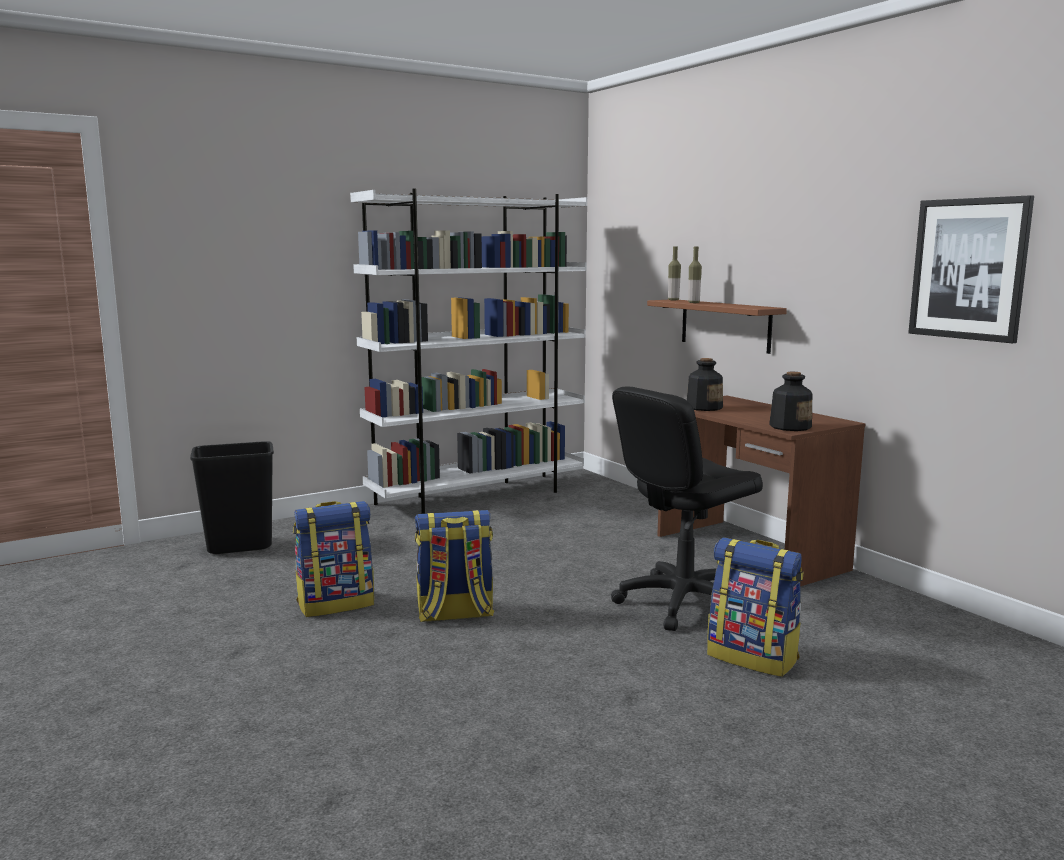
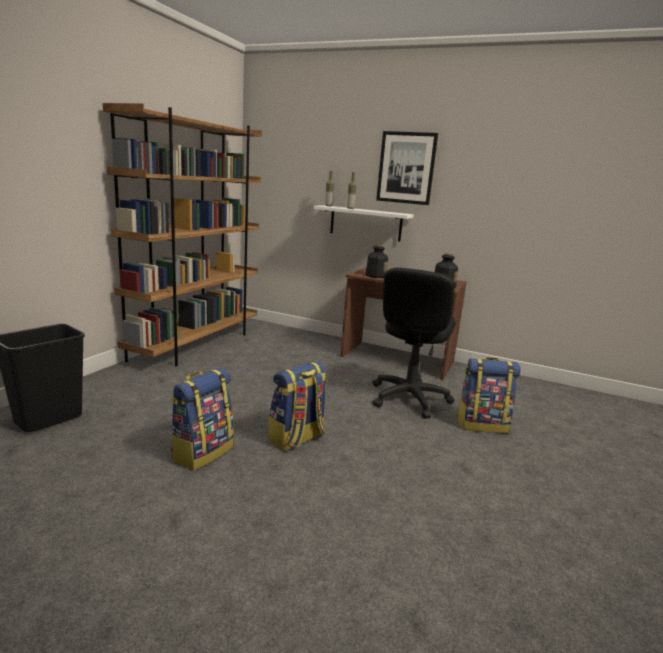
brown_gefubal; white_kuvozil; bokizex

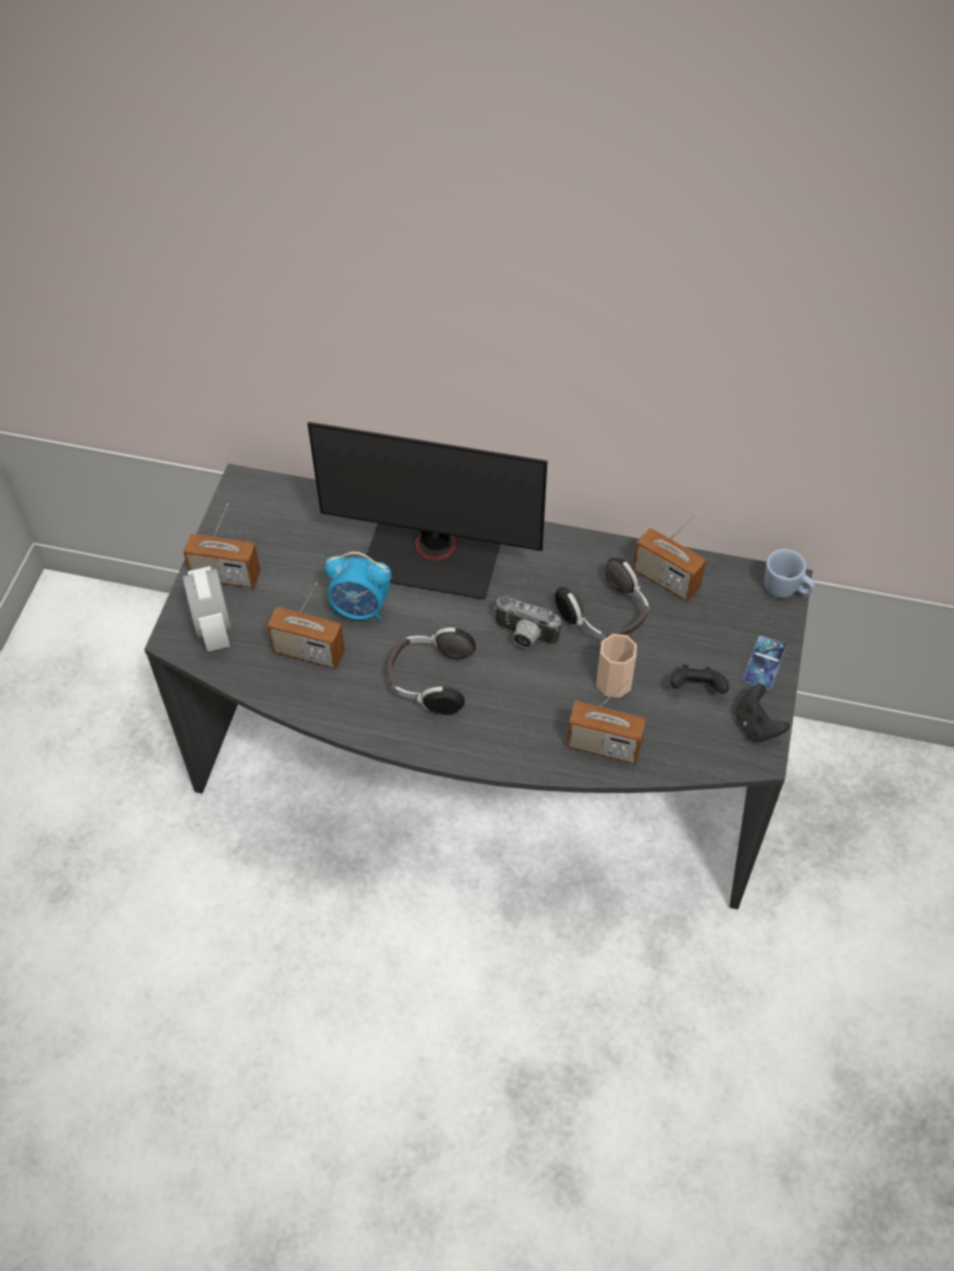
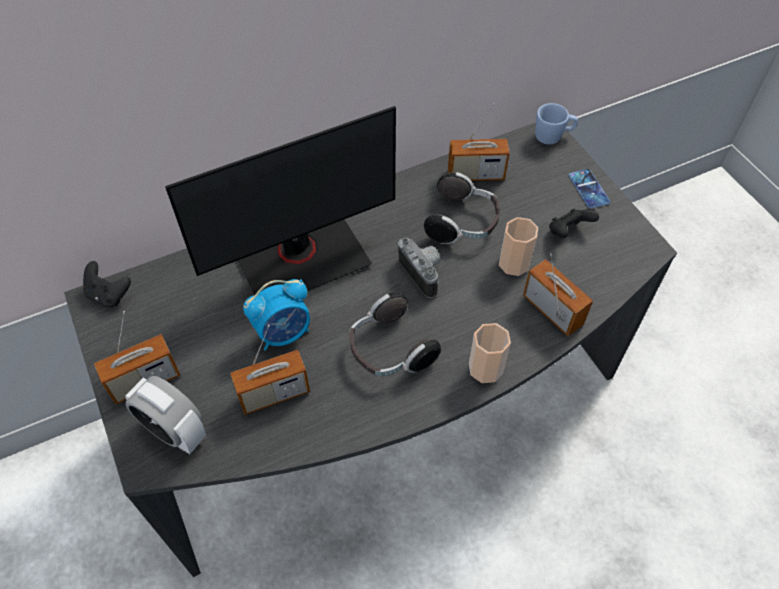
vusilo; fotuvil (4th from left); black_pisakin (1st from left); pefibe (1st from left)

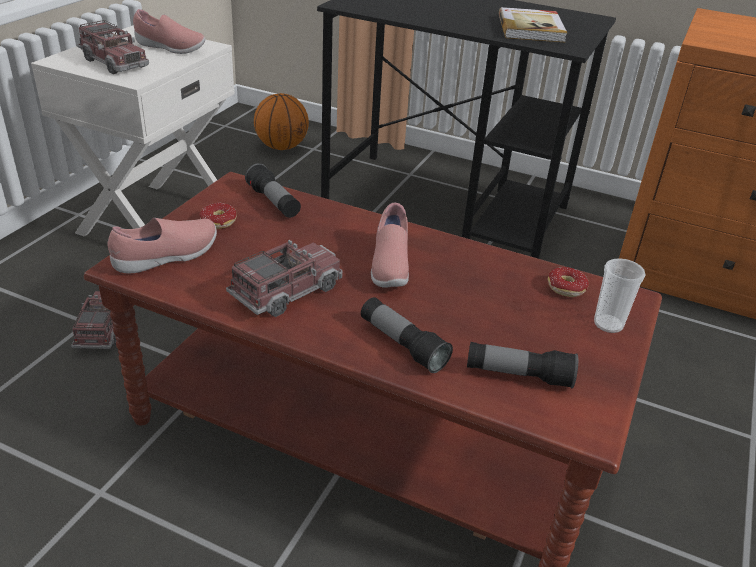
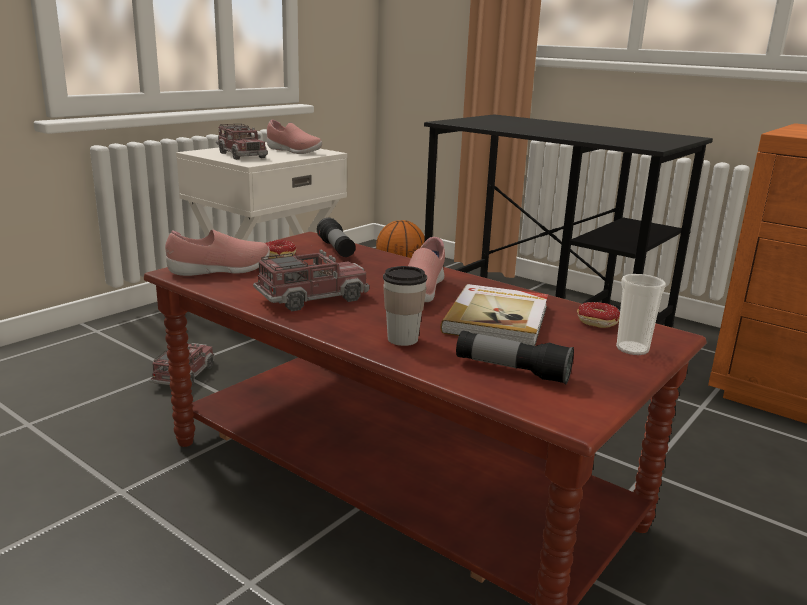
pefibe (1st from left); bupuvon

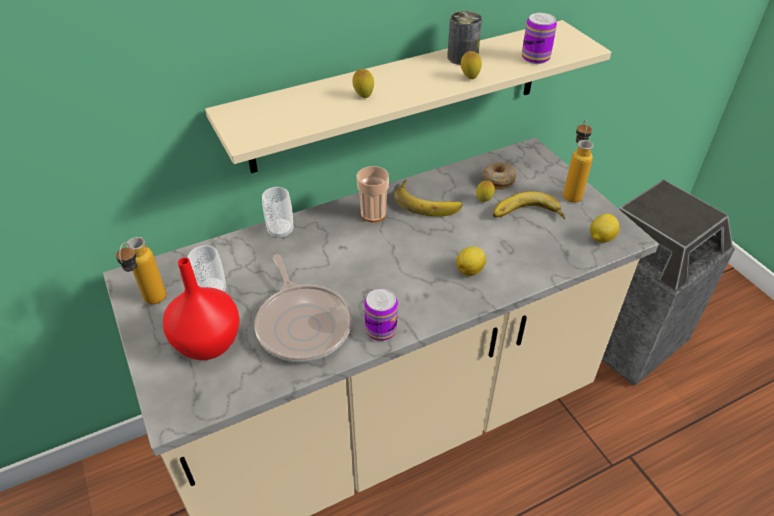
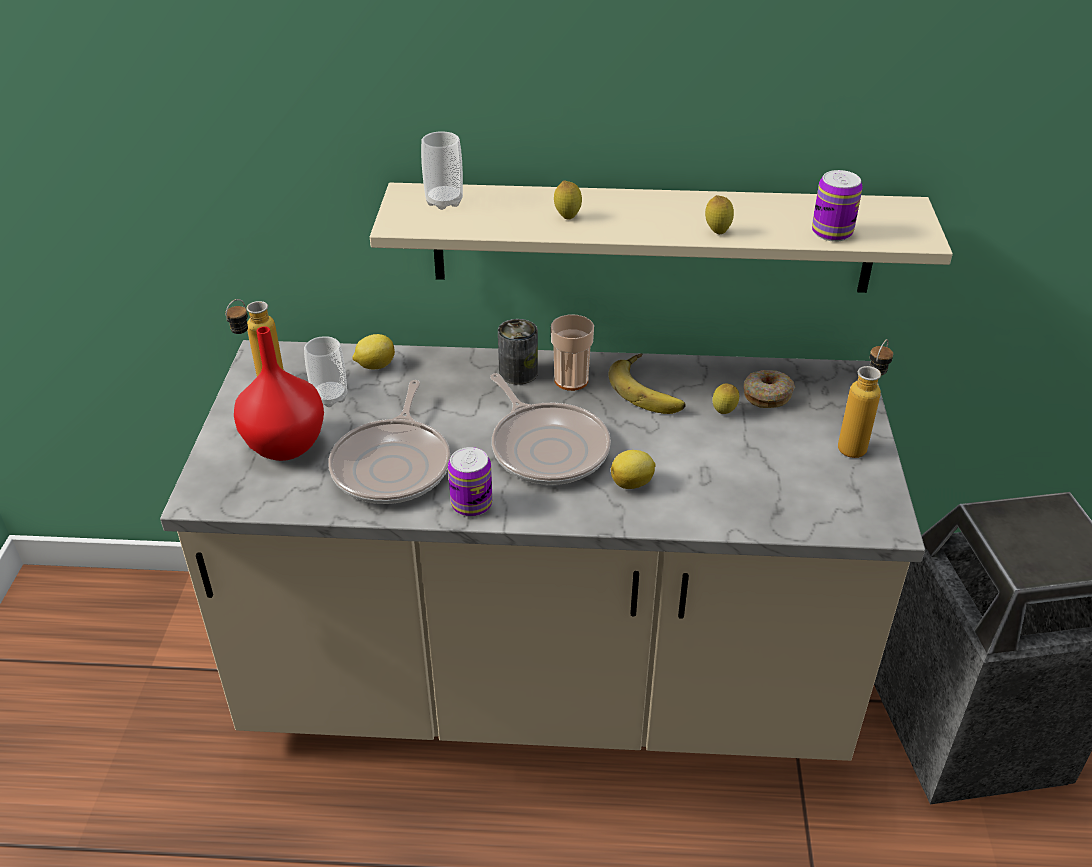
pefibe (2nd from left); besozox (2nd from left); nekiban (2nd from left in the first image); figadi (1st from left); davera (2nd from left)

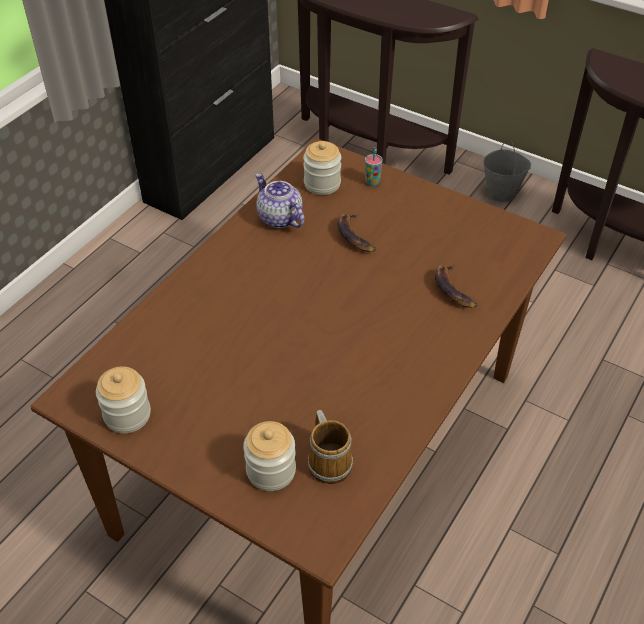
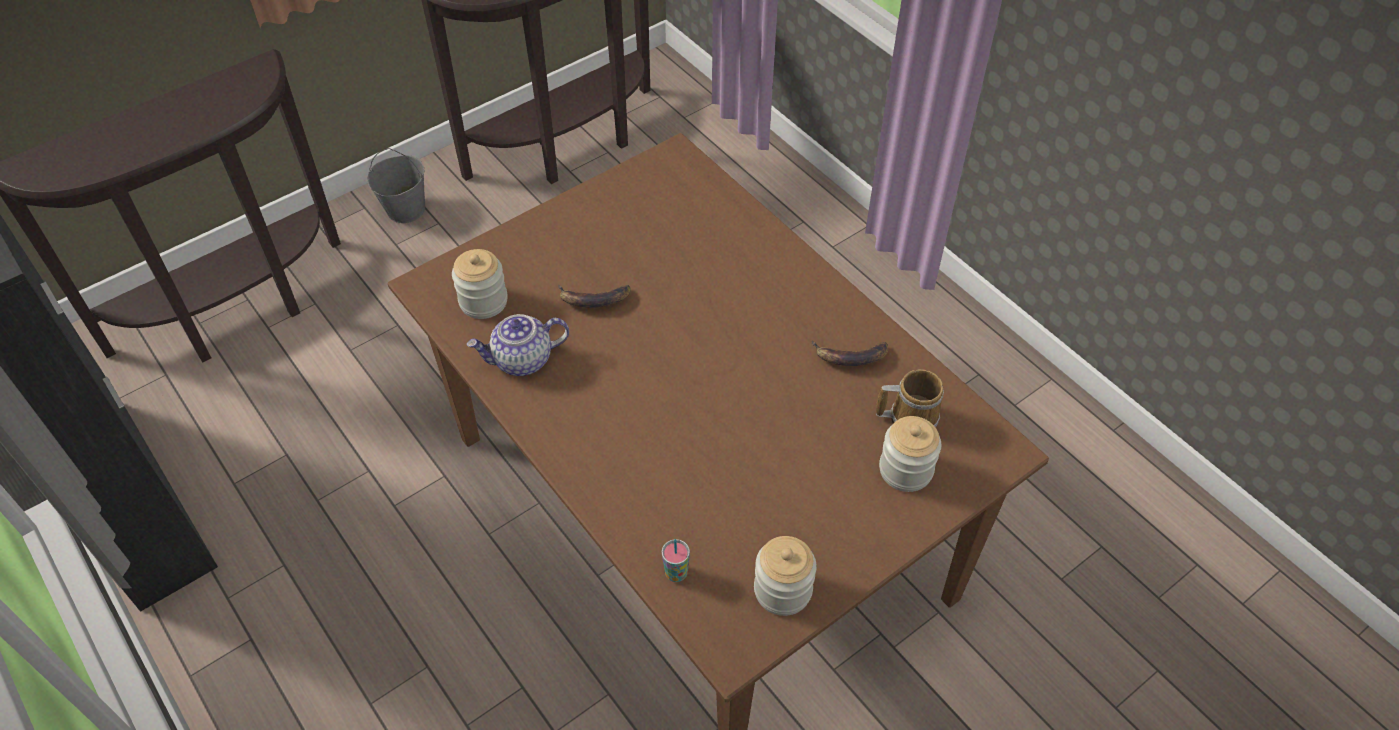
pefibe; nekiban (2nd from left)

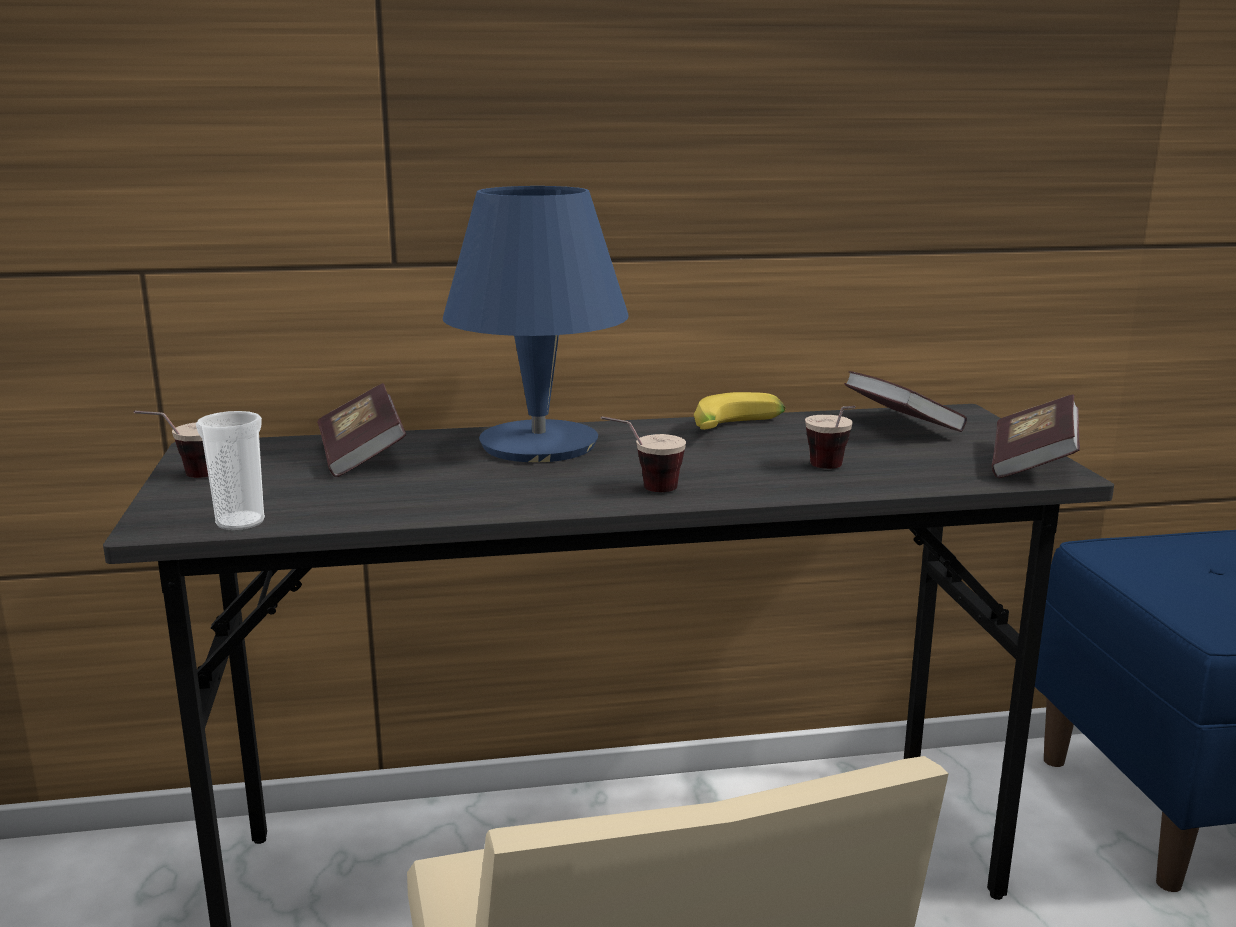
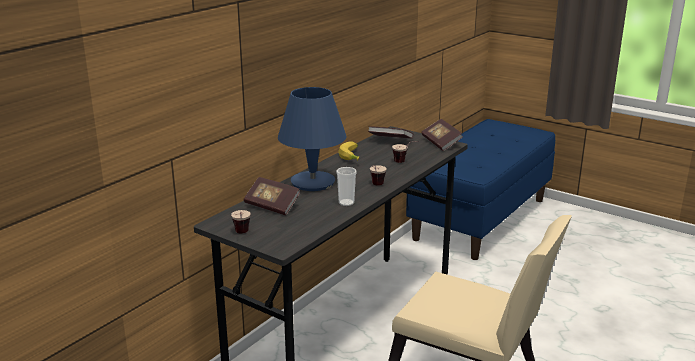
pefibe (2nd from left)

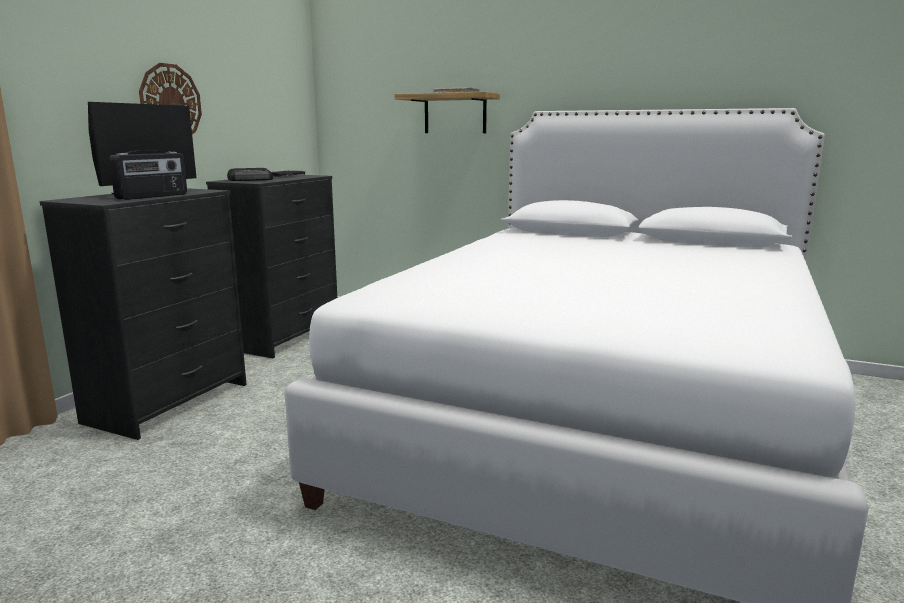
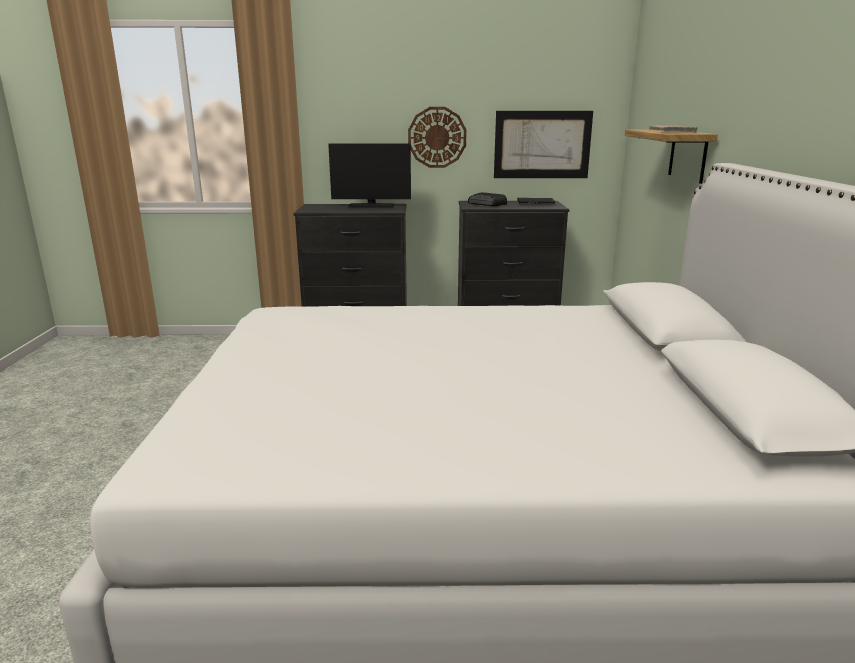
fotuvil (1st from left in the first image); bokizex

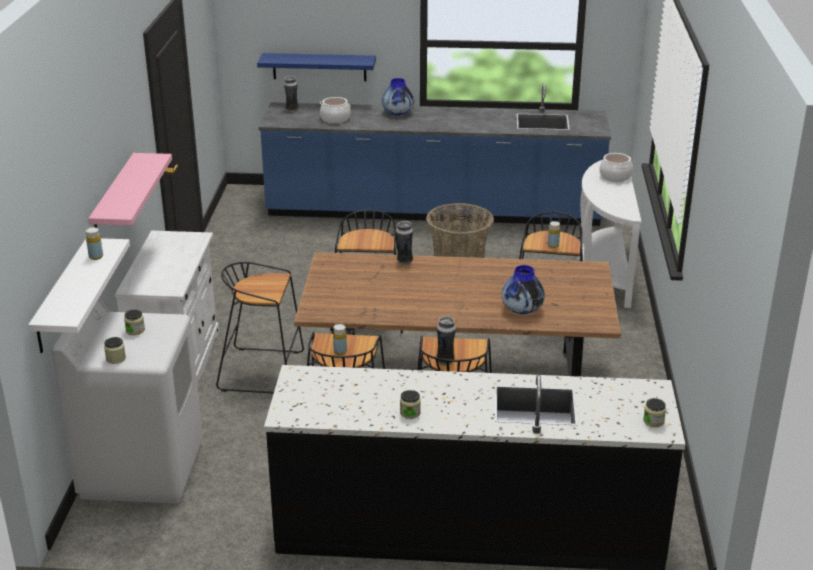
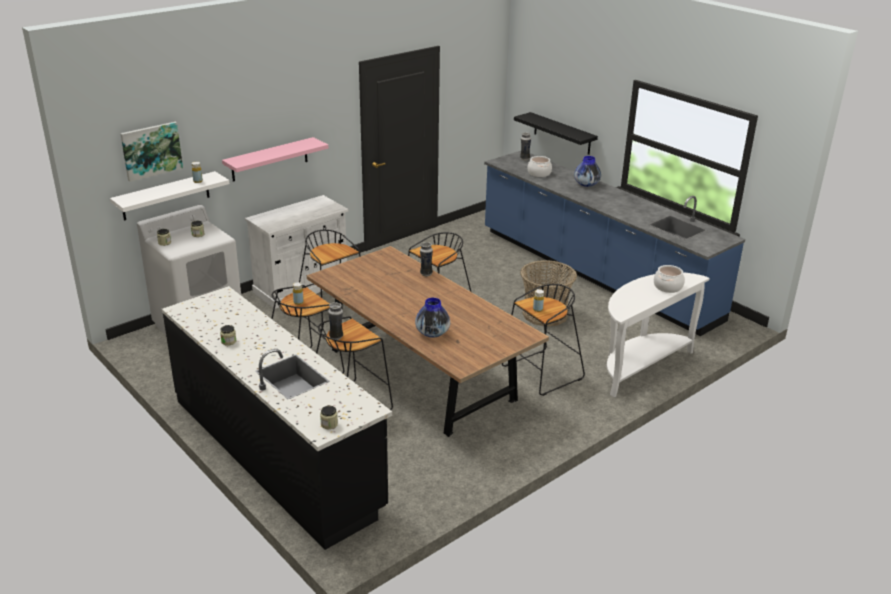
black_kuvozil; bokizex

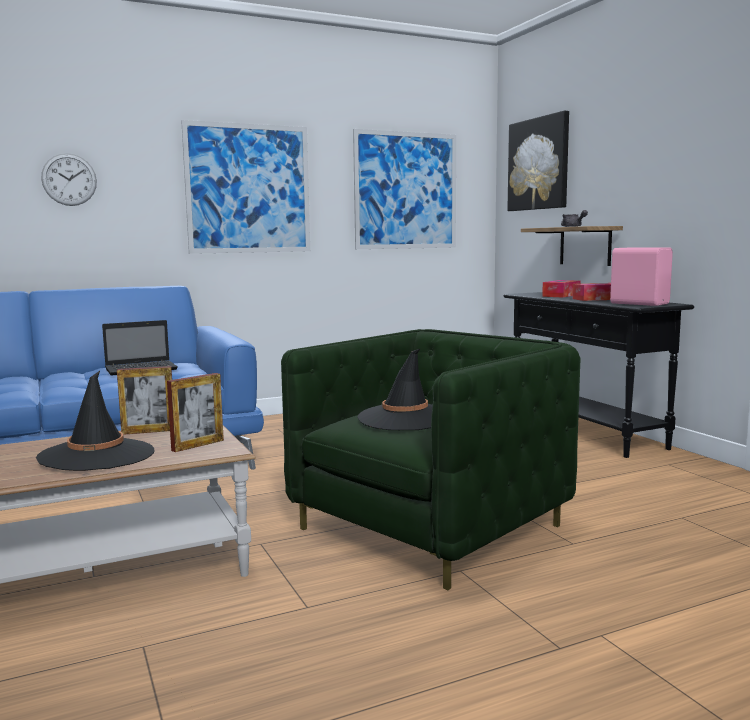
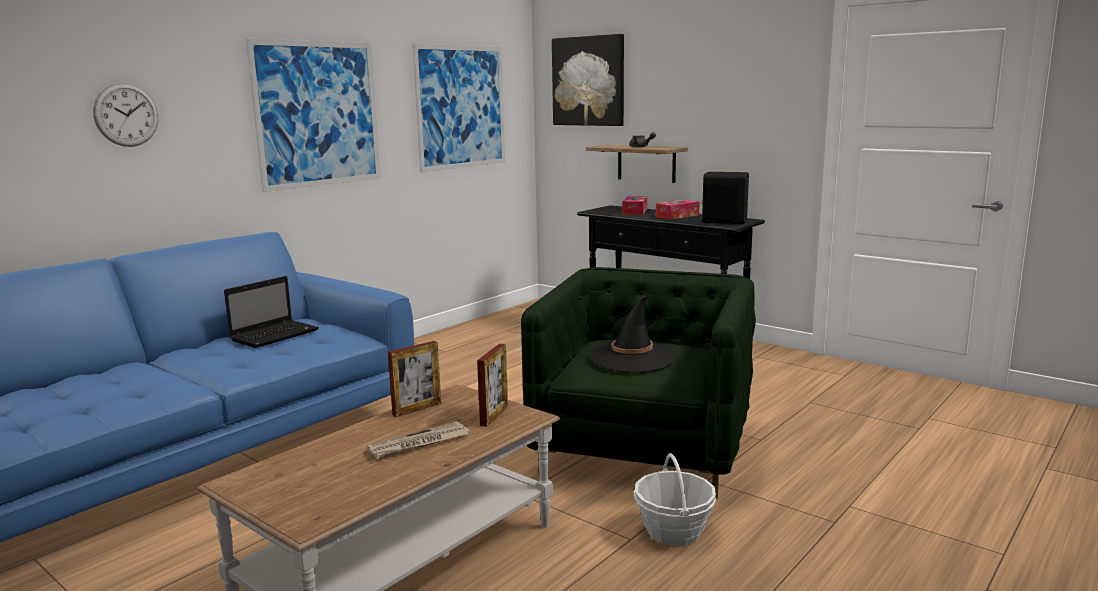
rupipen; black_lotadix; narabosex

